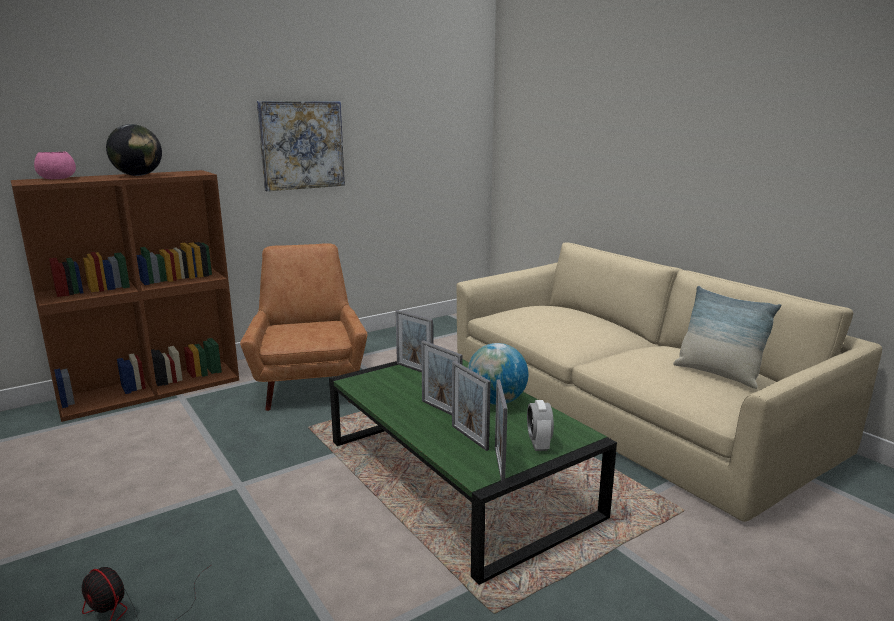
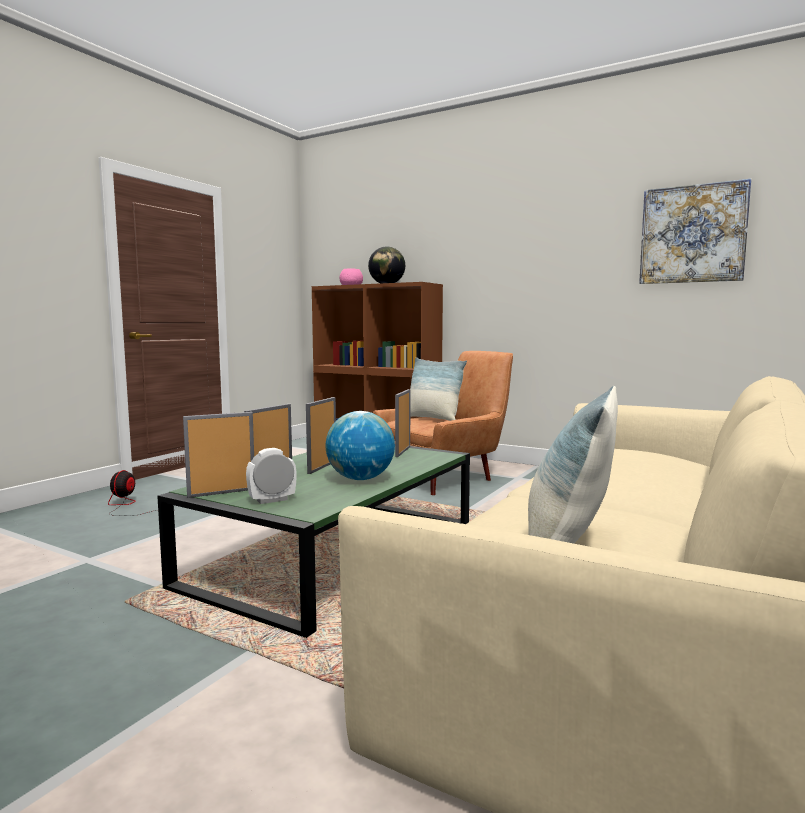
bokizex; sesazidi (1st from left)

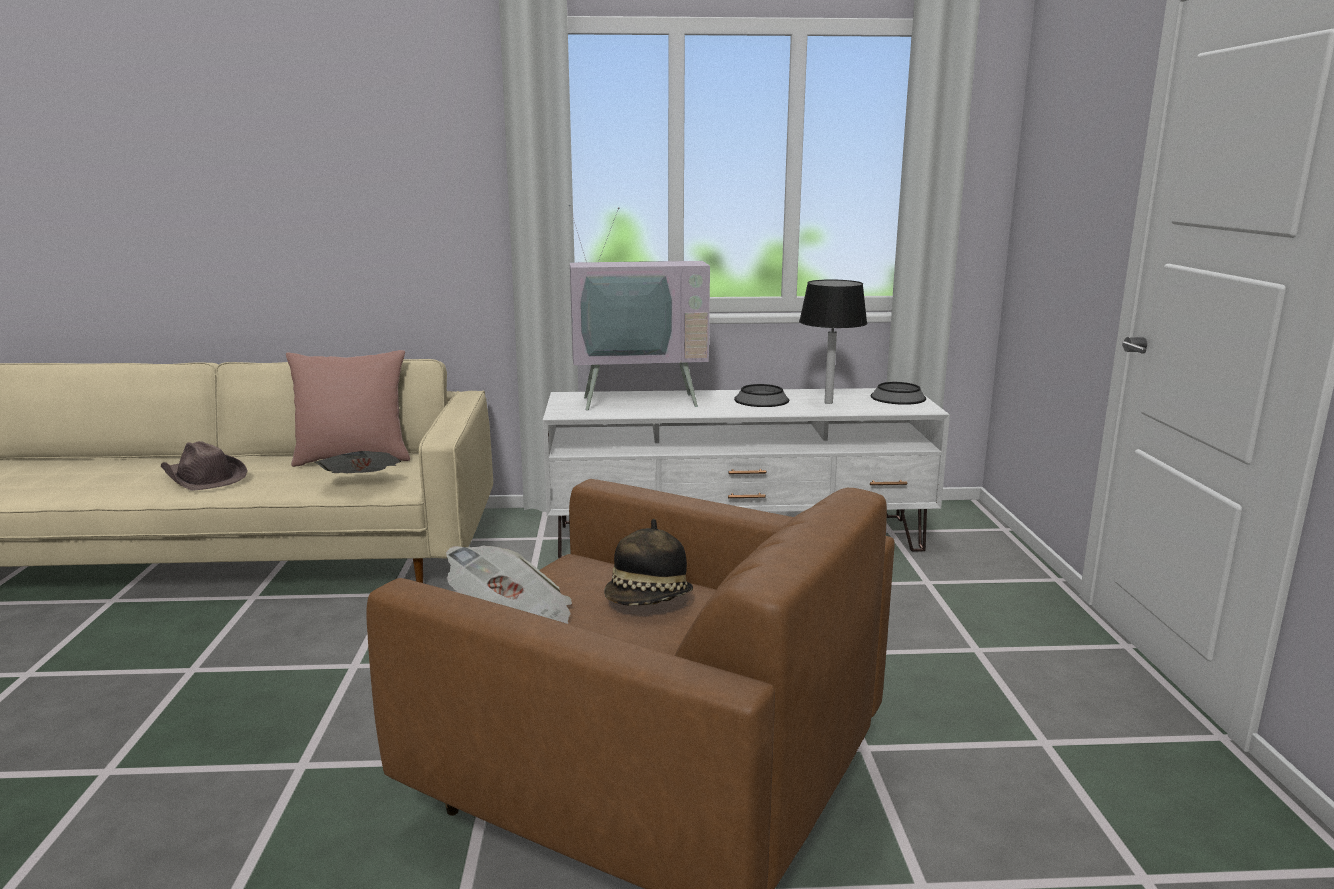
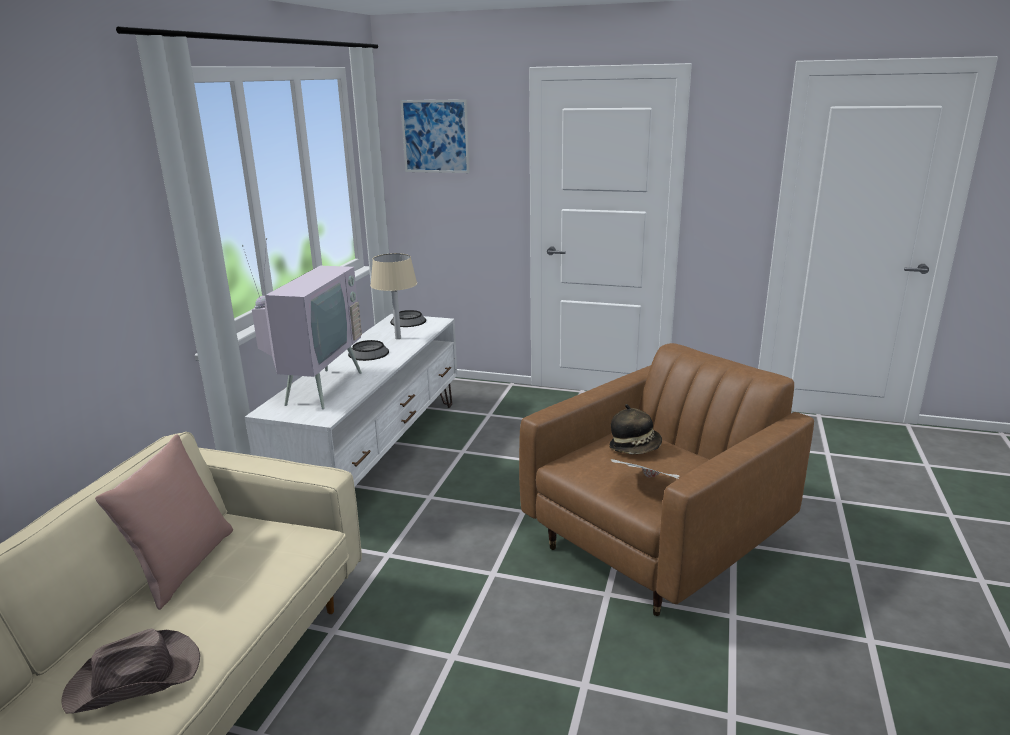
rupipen (1st from left in the first image); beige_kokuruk; bokizex

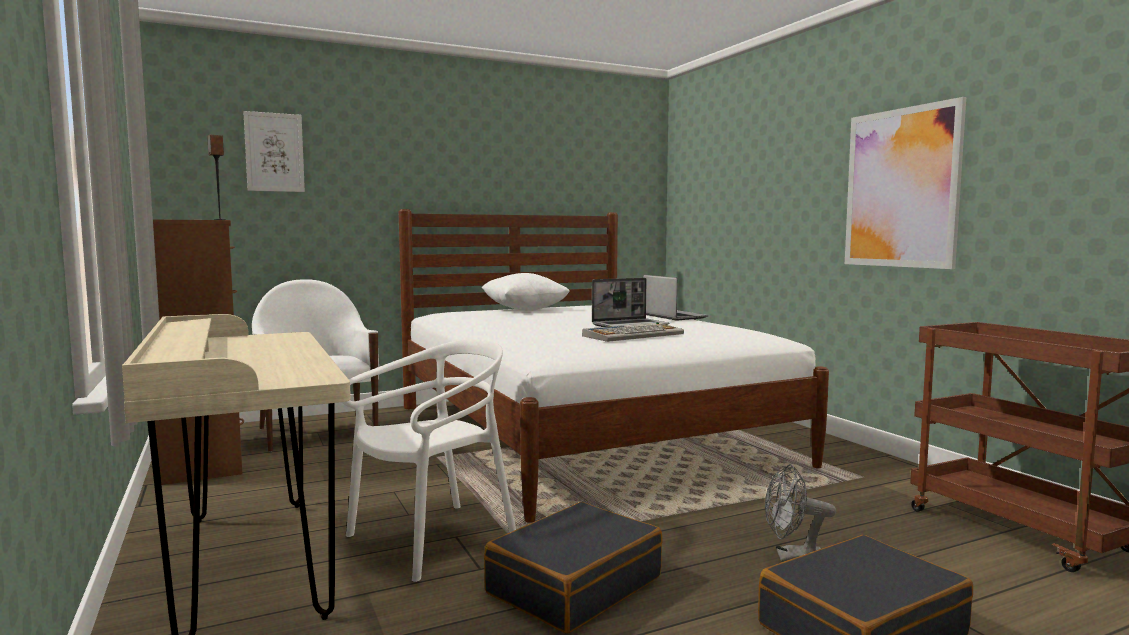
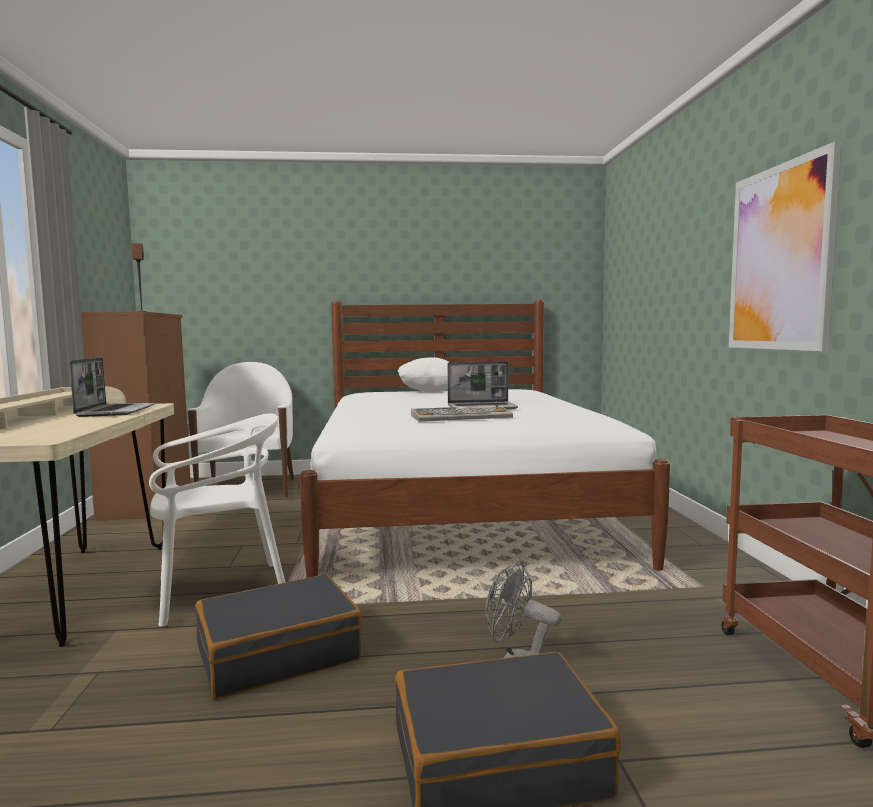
bokizex (1st from left in the first image); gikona (1st from left)

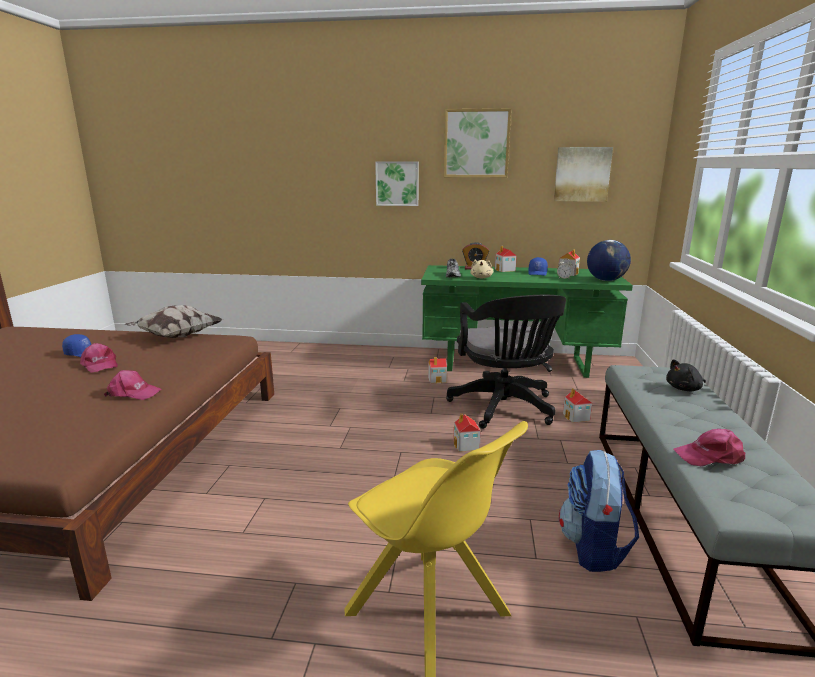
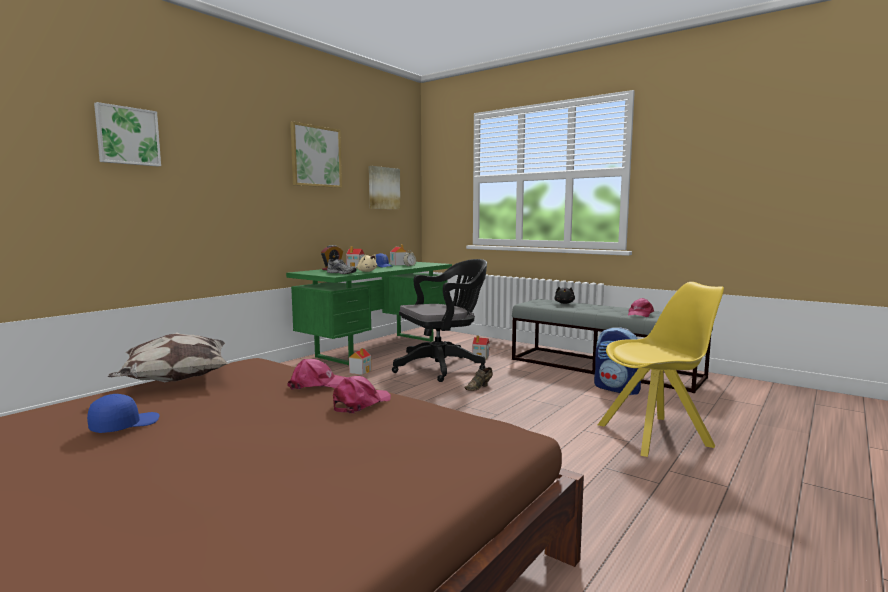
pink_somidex (1st from left); bokizex (1st from left); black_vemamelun; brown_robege; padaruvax

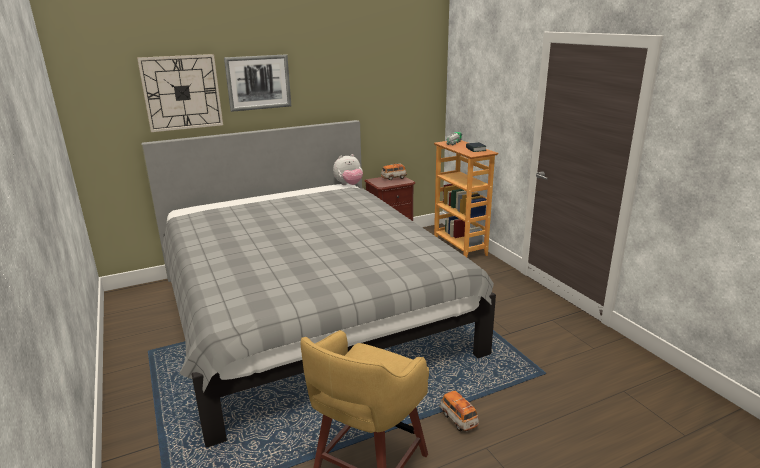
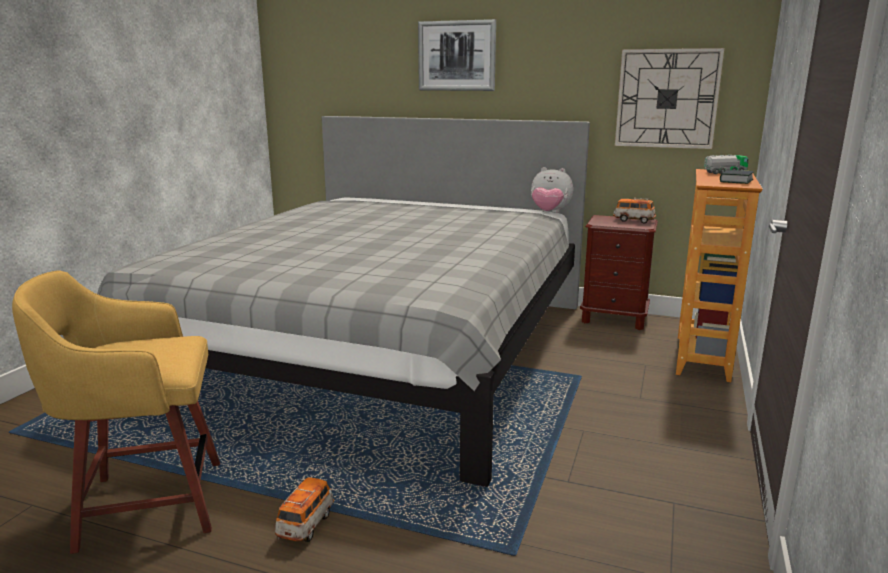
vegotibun

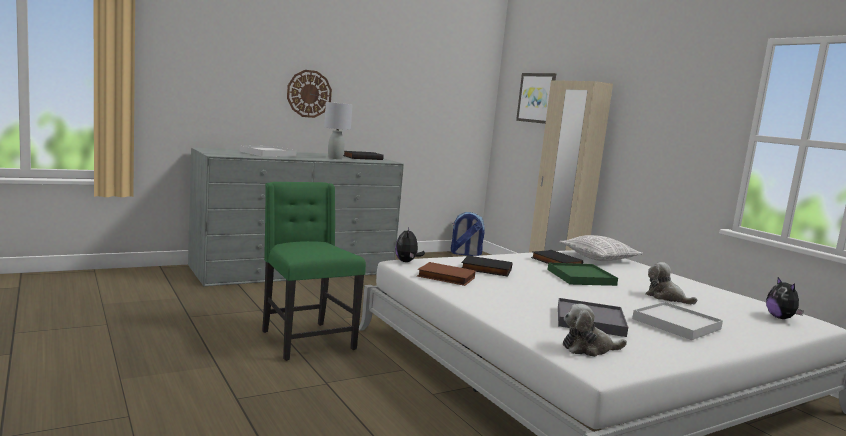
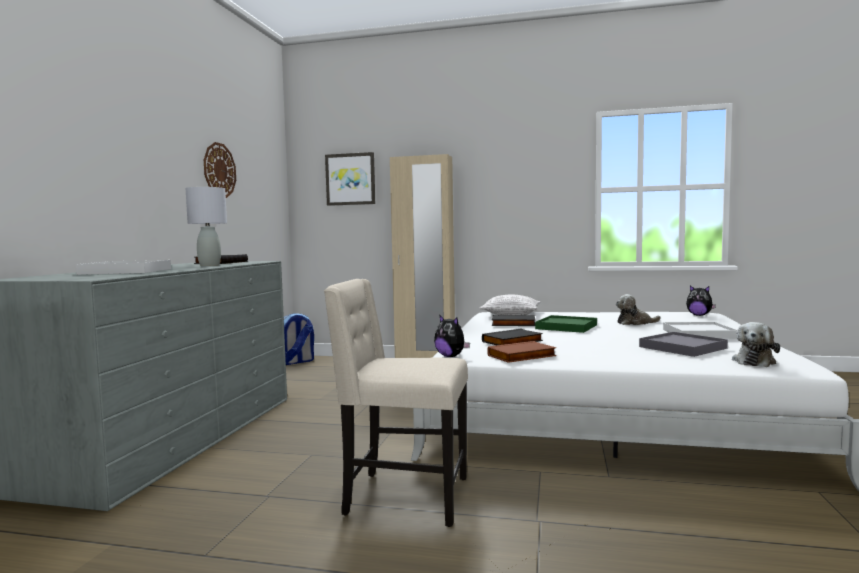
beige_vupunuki; vegotibun

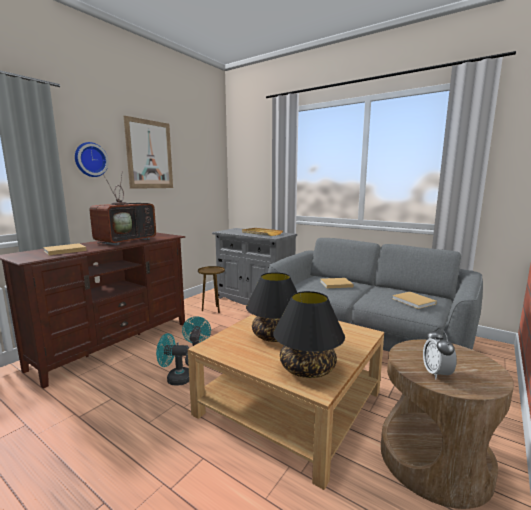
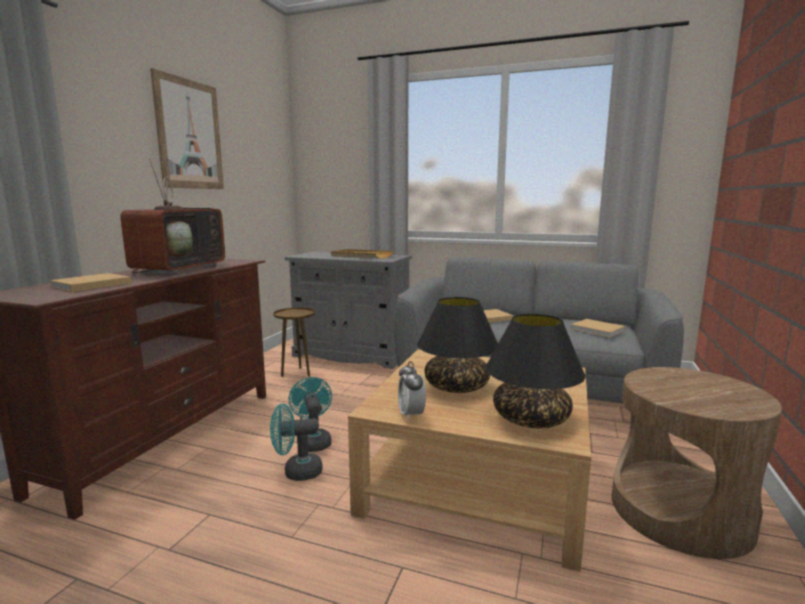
vegotibun; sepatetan

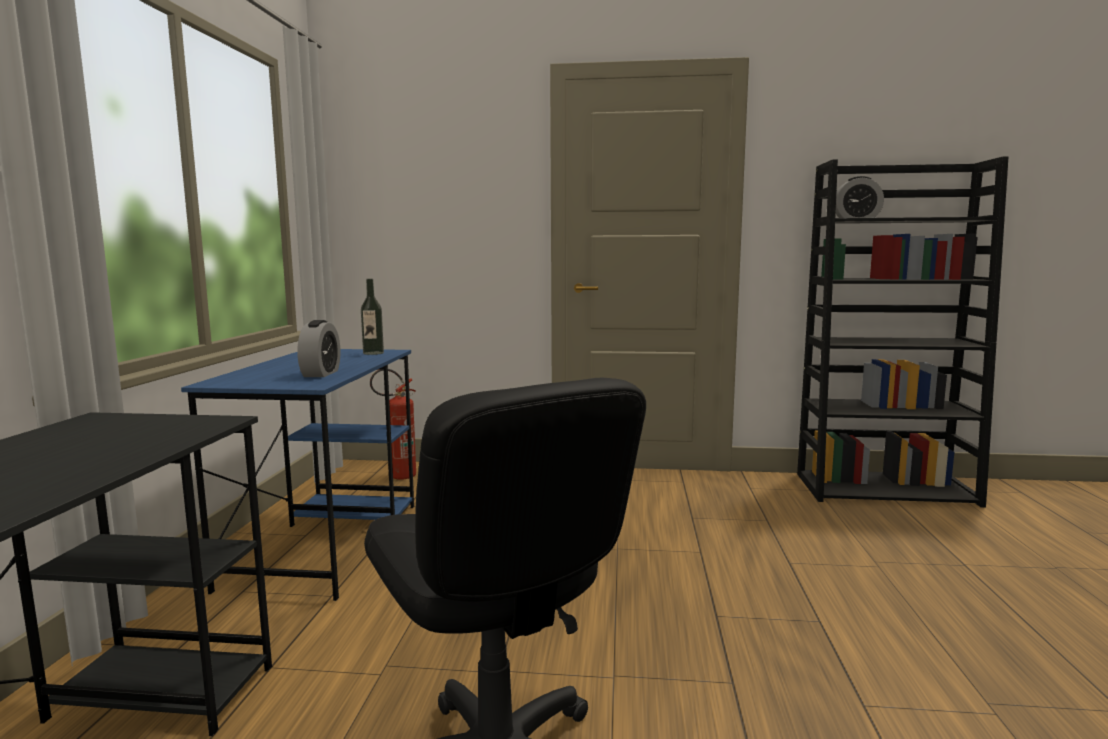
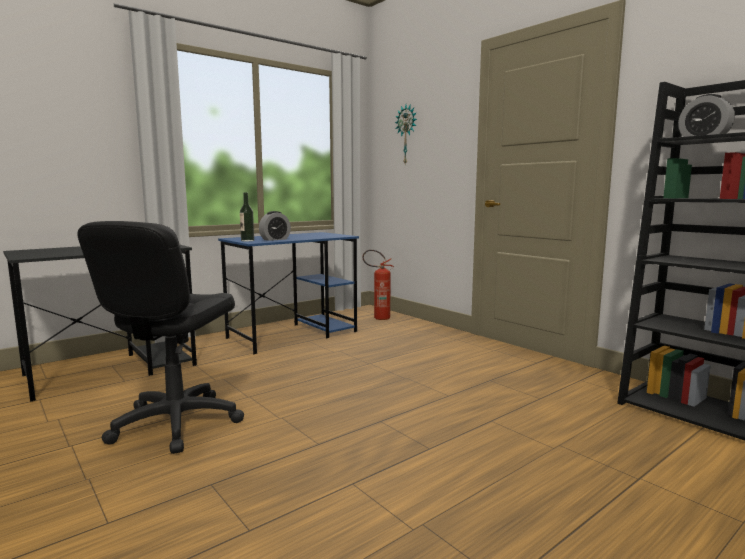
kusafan; vegotibun

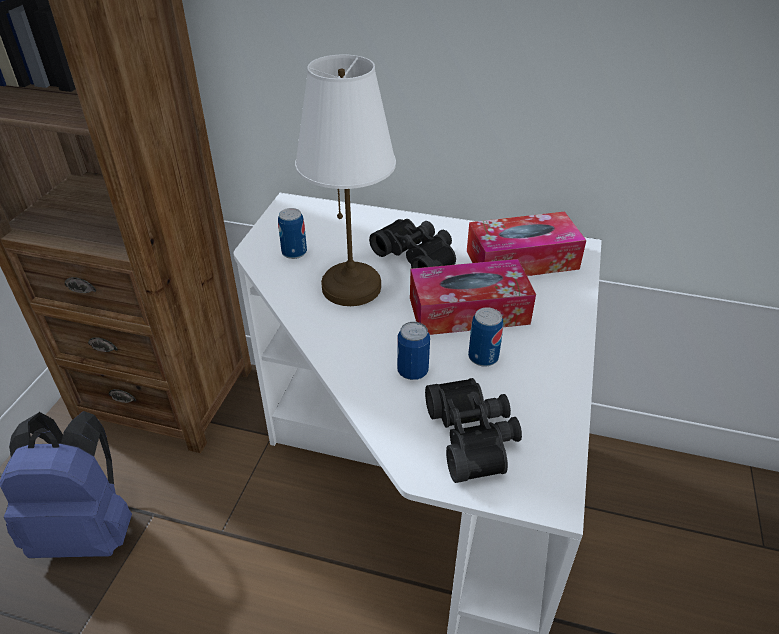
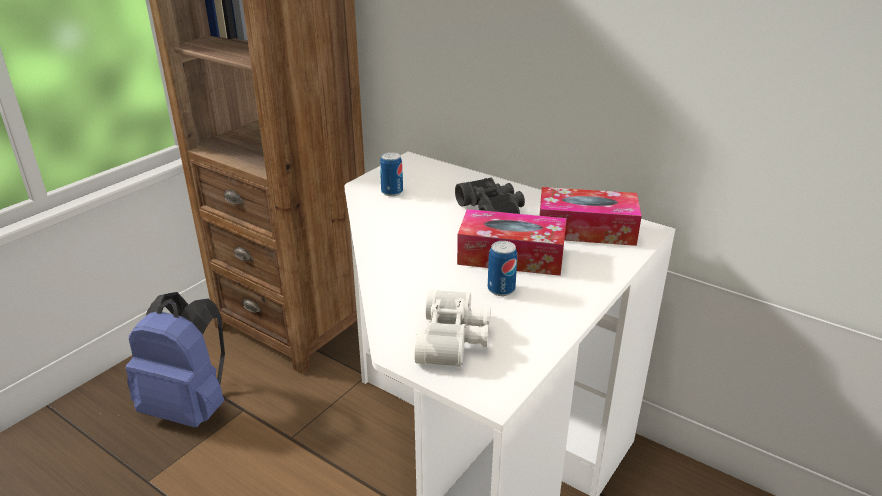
white_kokuruk; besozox (2nd from left in the first image); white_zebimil

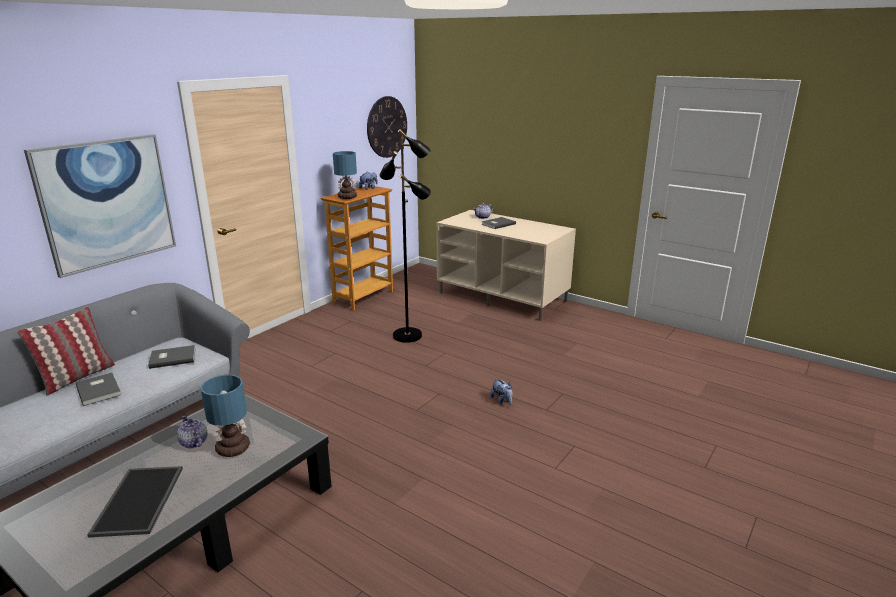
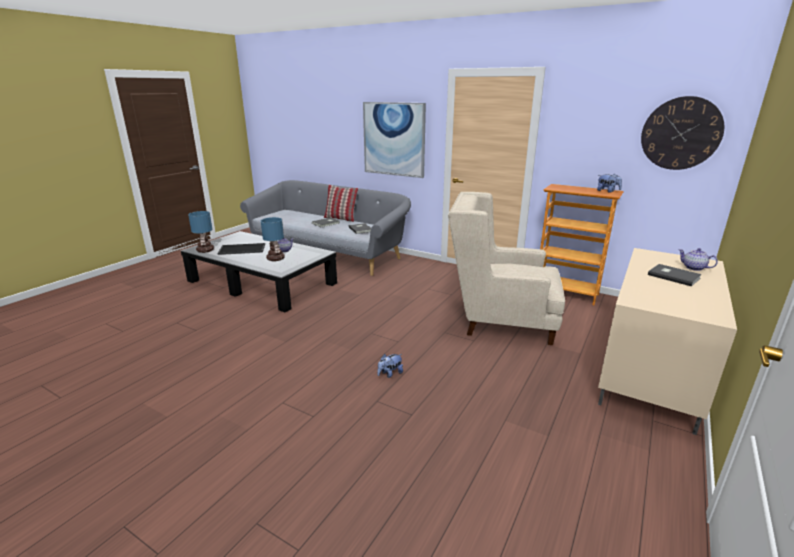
kokuruk (1st from left); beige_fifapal

